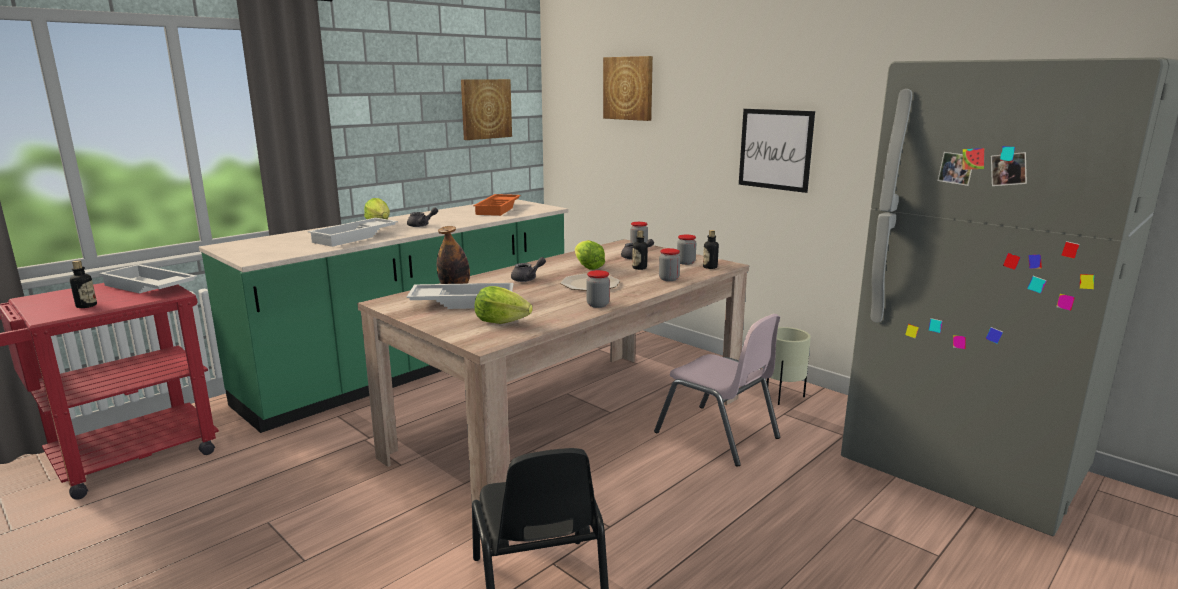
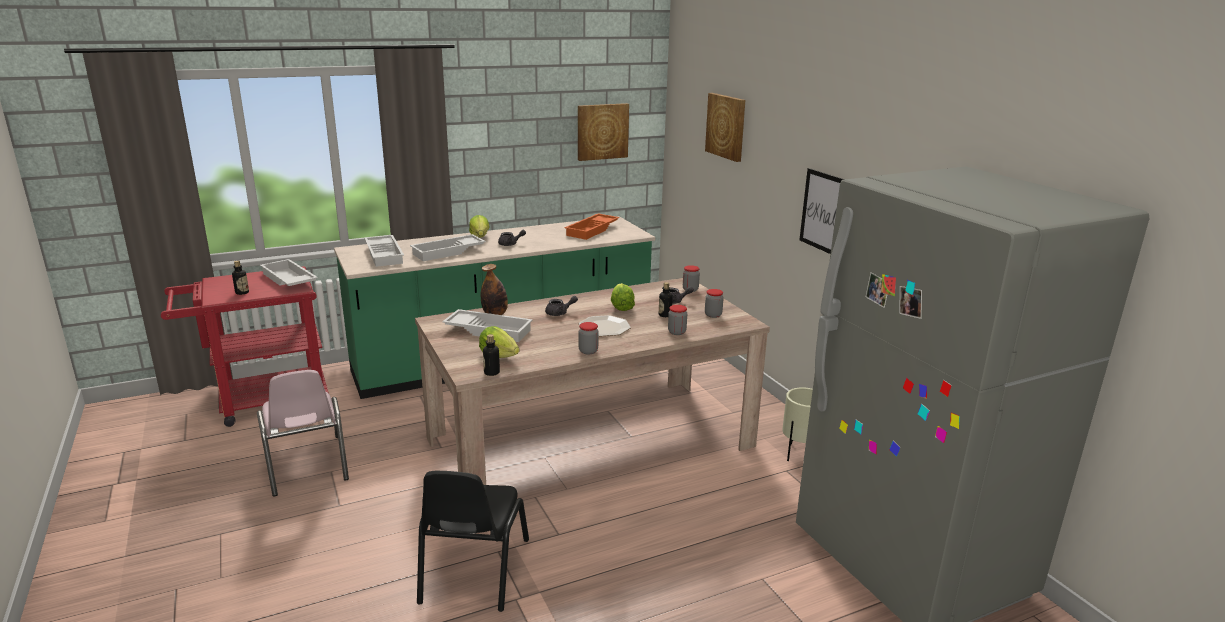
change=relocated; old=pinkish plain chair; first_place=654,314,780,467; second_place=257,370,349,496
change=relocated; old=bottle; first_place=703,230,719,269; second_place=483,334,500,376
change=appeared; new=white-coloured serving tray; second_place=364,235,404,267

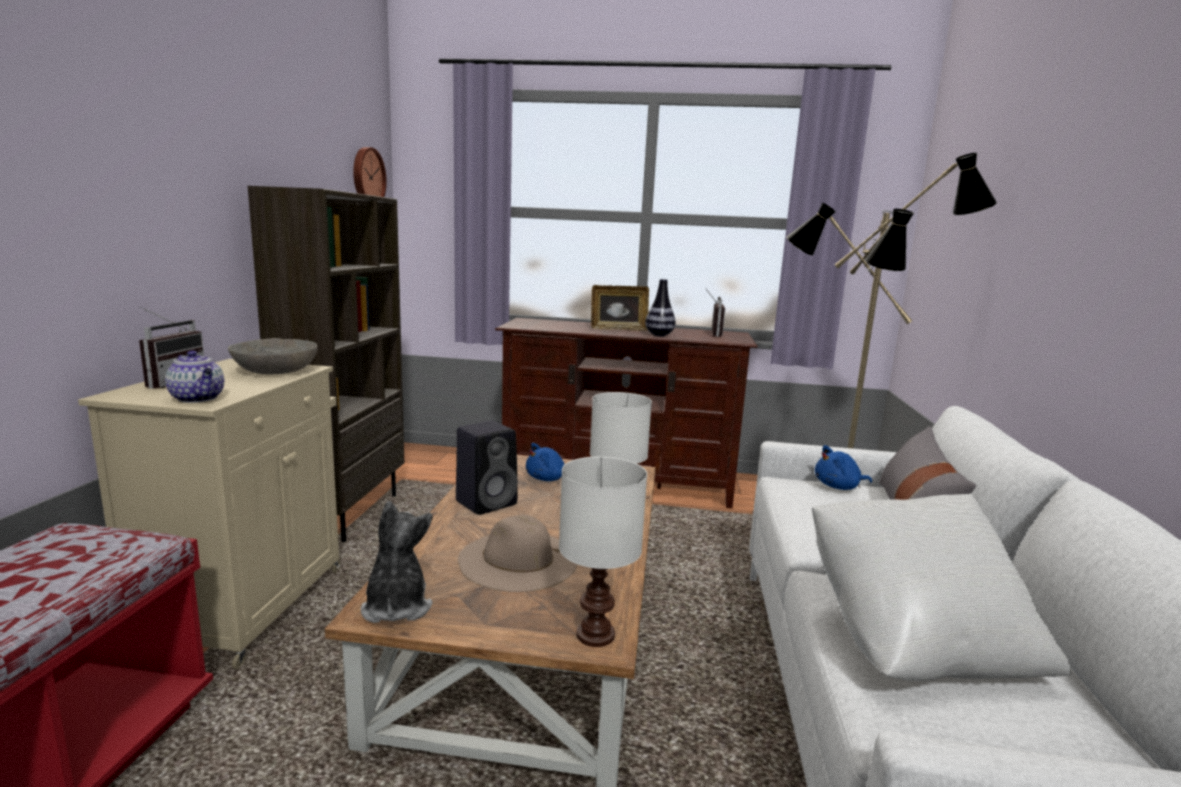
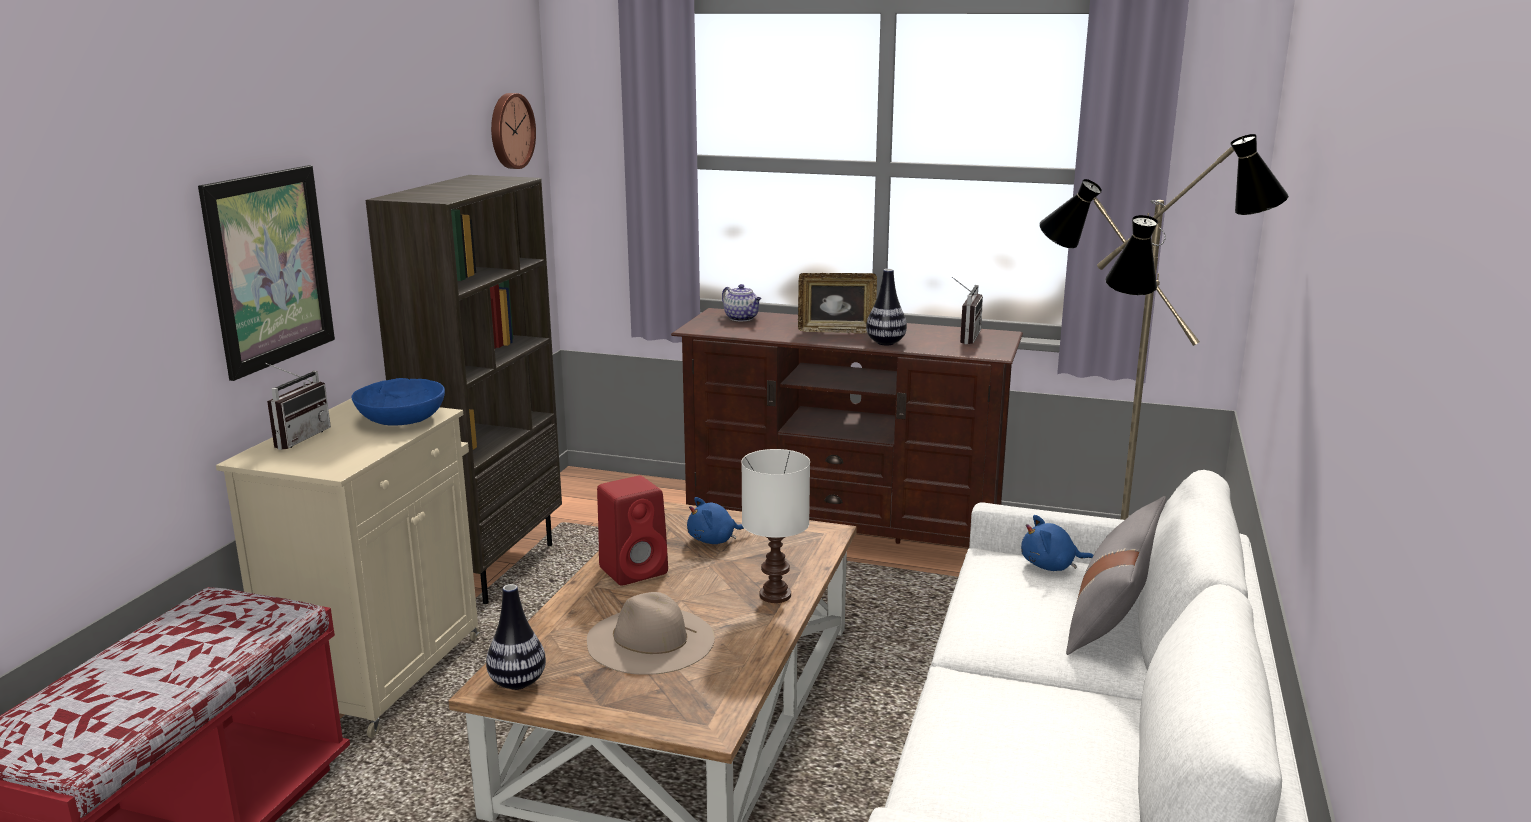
change=relocated; old=tea pot; first_place=165,351,225,403; second_place=722,284,762,321
change=colour; old=grey deep dish; new=blue deep dish; first_place=228,338,317,374; second_place=351,378,445,425
change=exchanged; old=cuddly toy; new=flower vase; first_place=360,501,433,623; second_place=486,584,546,690
change=colour; old=black speaker; new=red speaker; first_place=456,421,518,515; second_place=597,476,668,586
change=missing; old=white-coloured table lamp; first_place=559,457,647,647
change=missing; old=white-coloured pillow; first_place=812,494,1071,681
change=appeared; new=wall picture; second_place=198,165,335,381

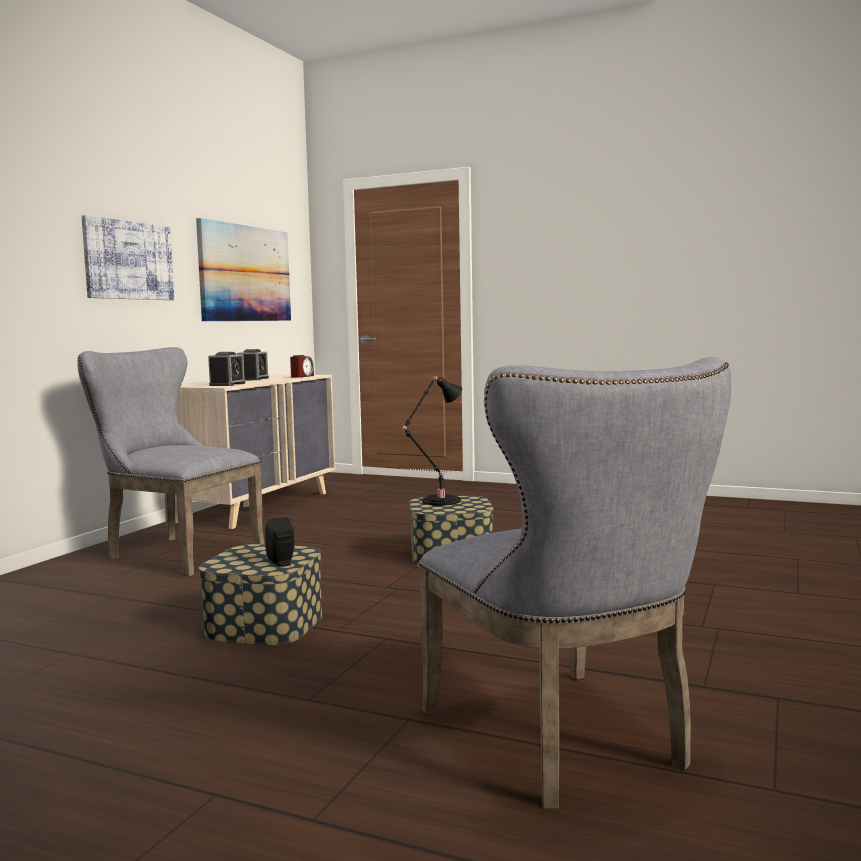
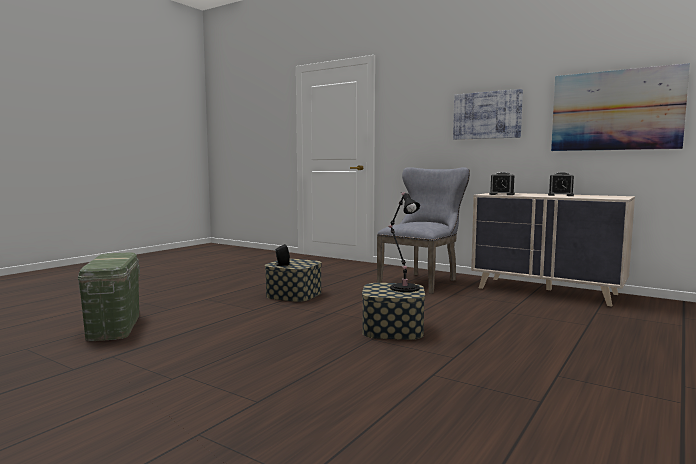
change=missing; old=bedside clock; first_place=290,355,314,377
change=exchanged; old=grey plain chair; new=green-coloured storage box; first_place=419,357,732,809; second_place=78,253,140,341

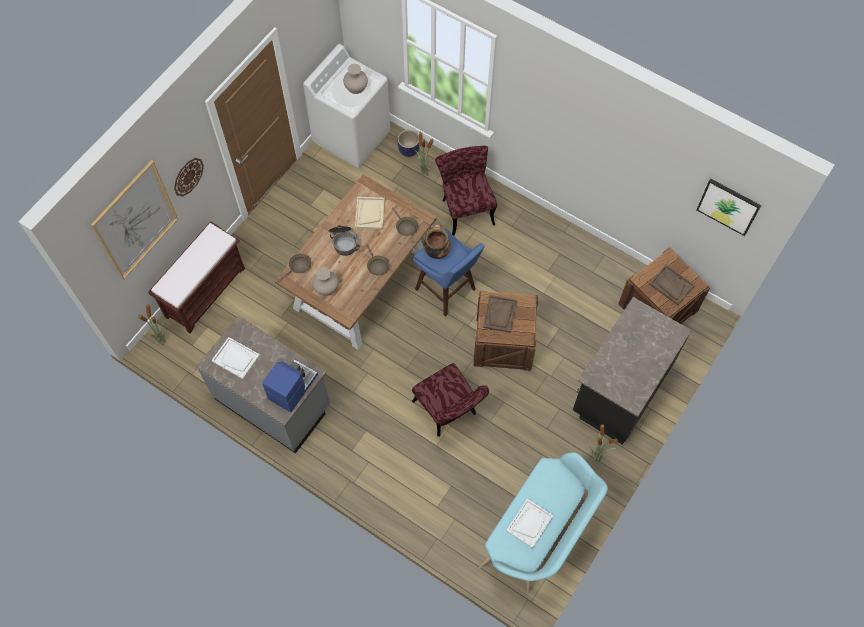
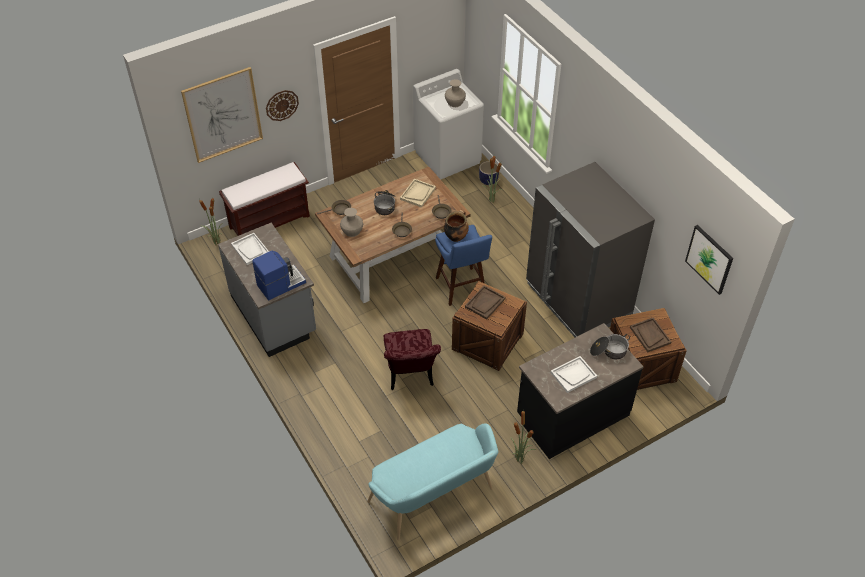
change=missing; old=red plain chair; first_place=435,146,497,236
change=relocated; old=white-coloured serving tray; first_place=506,499,554,549; second_place=551,356,597,393
change=appeared; new=grey refrigerator; second_place=526,162,655,337
change=appeared; new=cooking pot; second_place=590,334,630,359

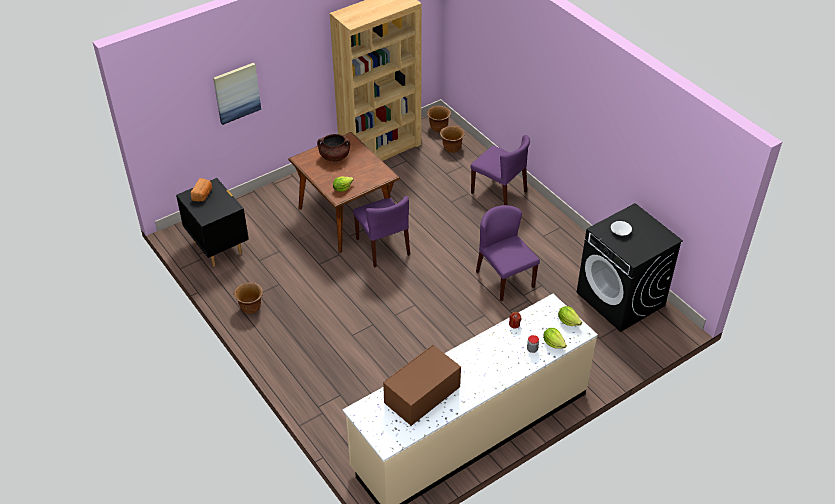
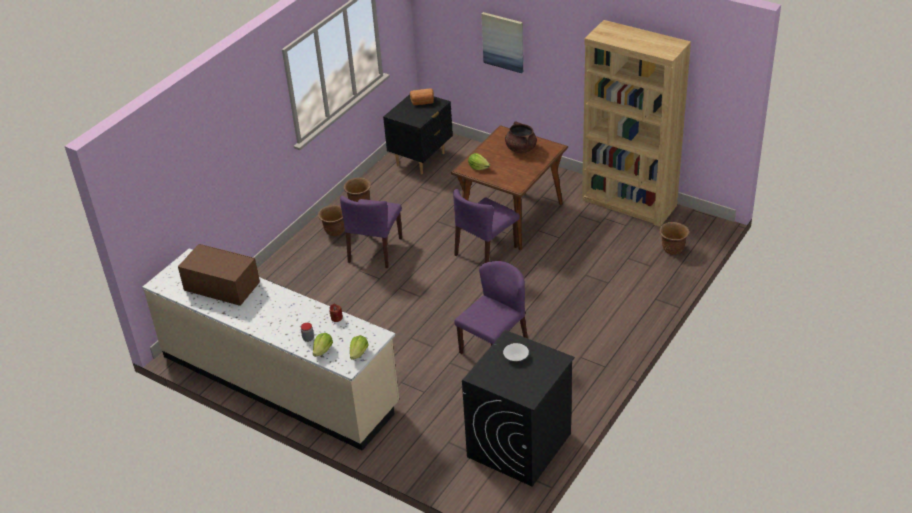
change=relocated; old=brownish plant pot; first_place=427,106,451,132; second_place=318,205,345,236
change=relocated; old=purplish plain chair; first_place=470,135,530,205; second_place=340,196,402,268

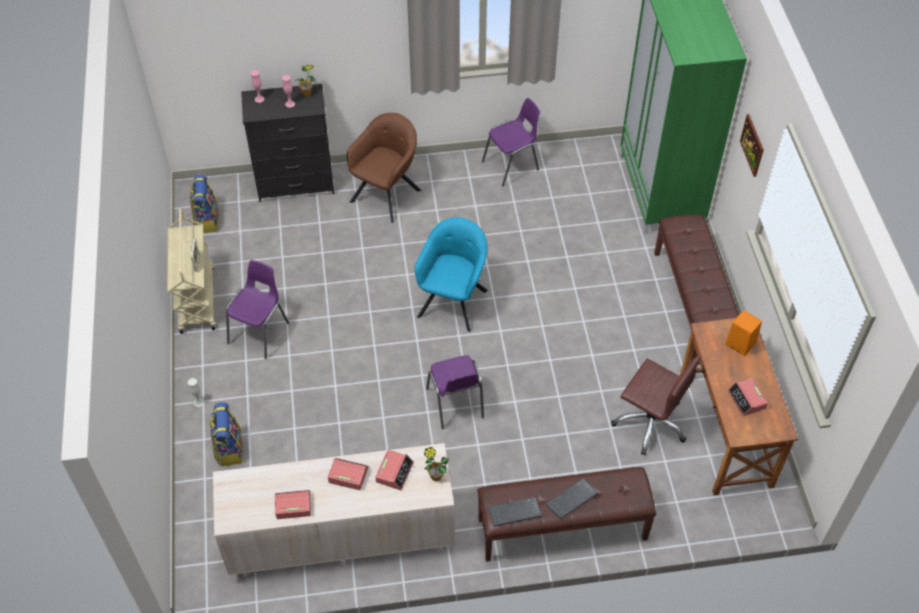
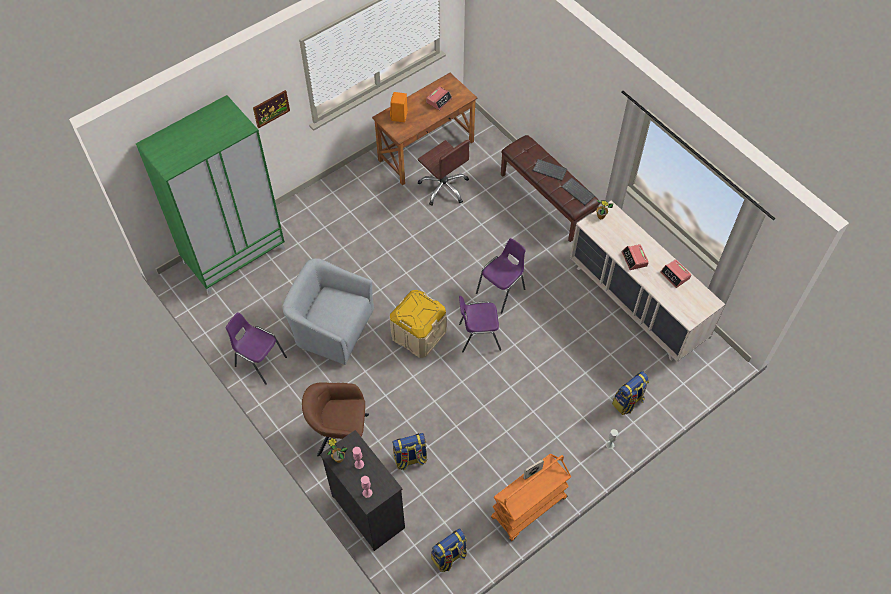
change=colour; old=beige-coloured wheeled cart; new=orange-coloured wheeled cart; first_place=168,208,215,334; second_place=491,454,571,541
change=relocated; old=purplish plain chair; first_place=226,260,289,359; second_place=459,296,501,352
change=missing; old=bedside clock; first_place=375,450,414,490
change=exchanged; old=turquoise-coloured lounge chair; new=beige-coloured storage box; first_place=415,217,488,332; second_place=389,290,447,358
change=spun; old=brownish desk chair; first_place=611,356,701,455; second_place=418,139,470,206; degrees=135
change=missing; old=brownish indoor bench; first_place=654,215,739,361
change=appeared; new=grey lounge chair; second_place=282,258,374,365
change=appeared; new=backpack; second_place=392,433,427,470

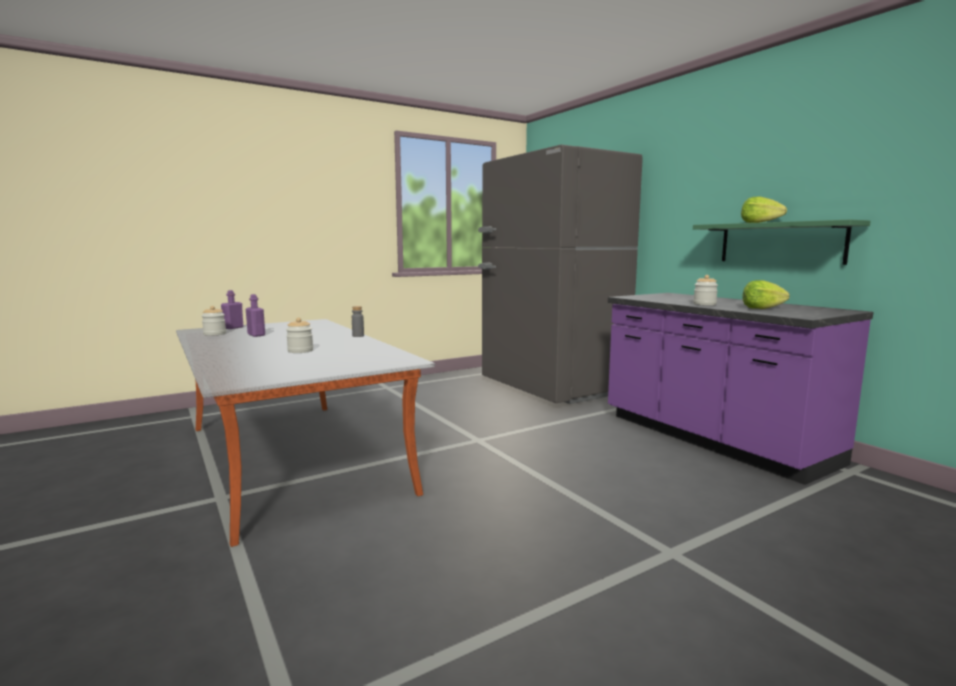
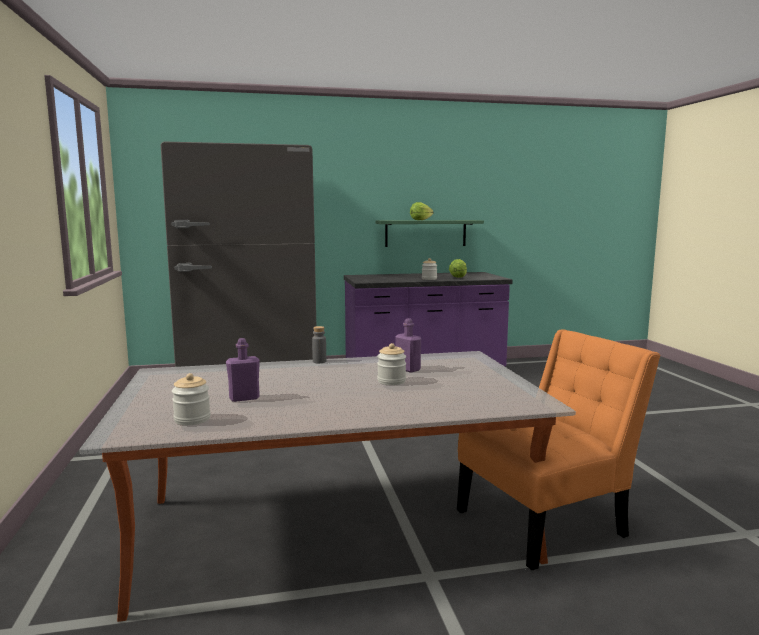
change=relocated; old=purplish bottle; first_place=221,290,243,329; second_place=395,318,421,372
change=appeared; new=orange-coloured plain chair; second_place=457,330,661,570

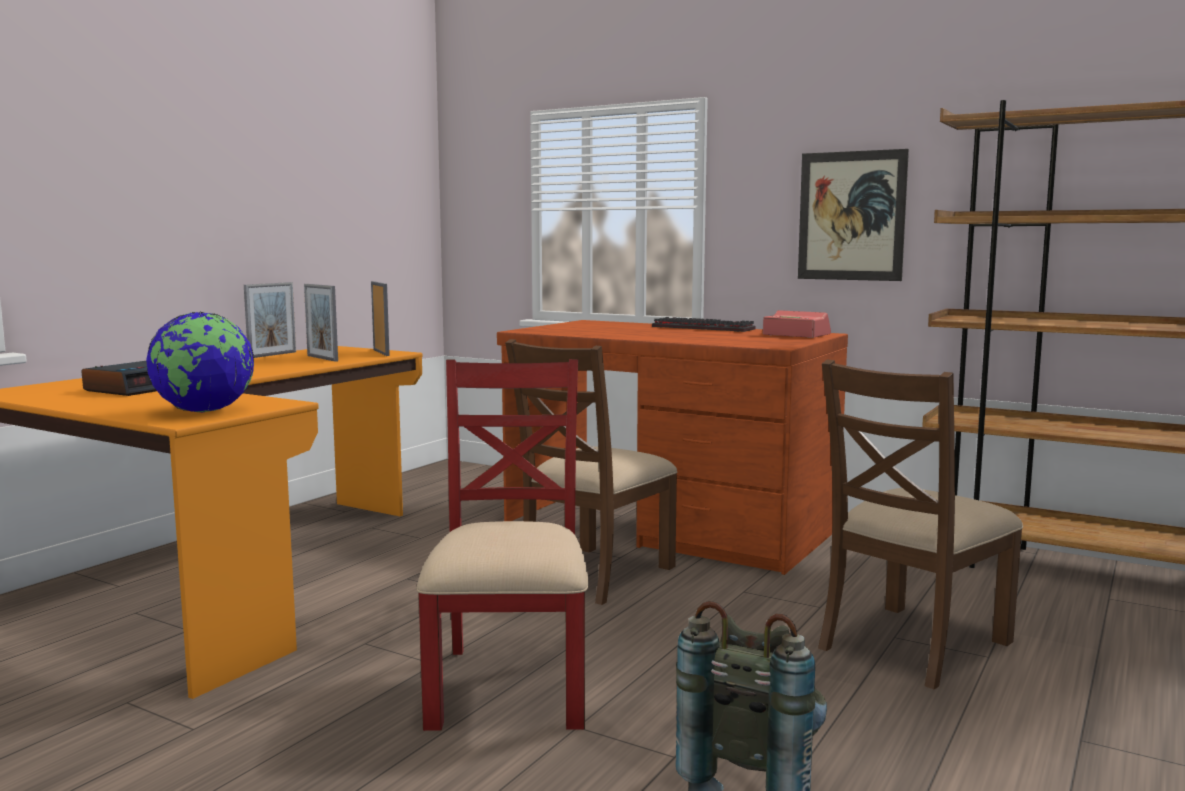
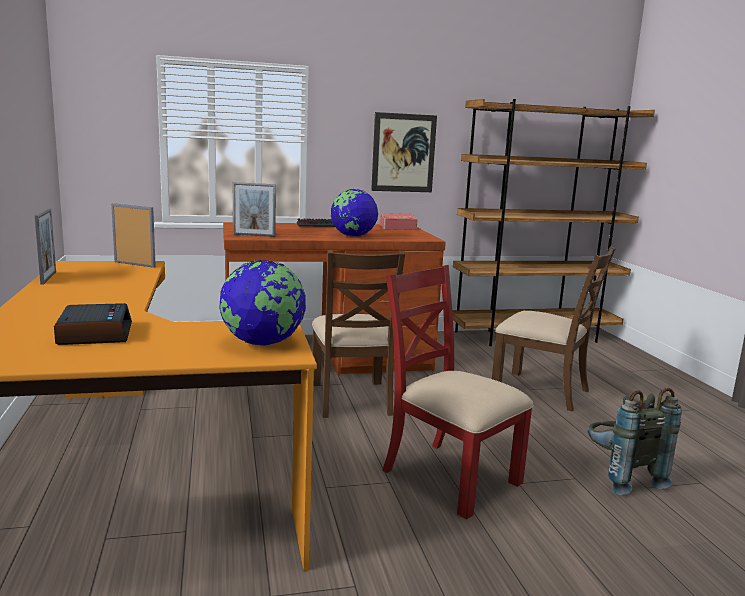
change=relocated; old=photo frame; first_place=304,284,338,362; second_place=233,182,276,237
change=spun; old=brownish plain chair; first_place=818,360,1023,689; second_place=492,246,616,412; degrees=-60
change=appeared; new=world globe; second_place=331,189,378,237

